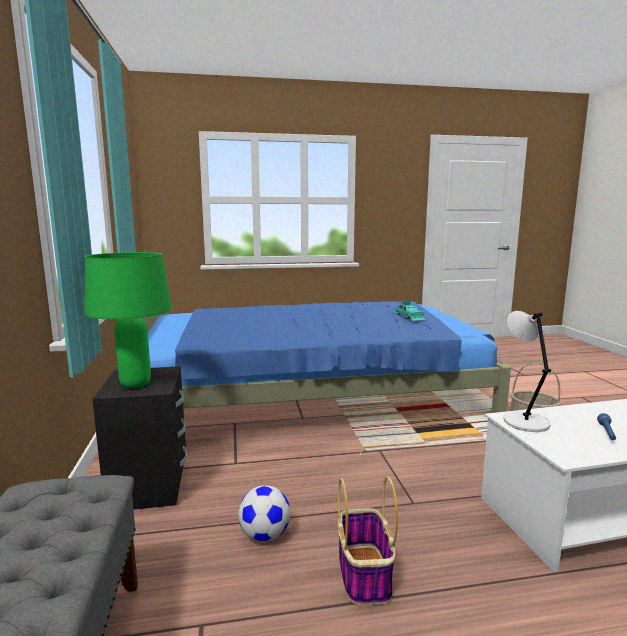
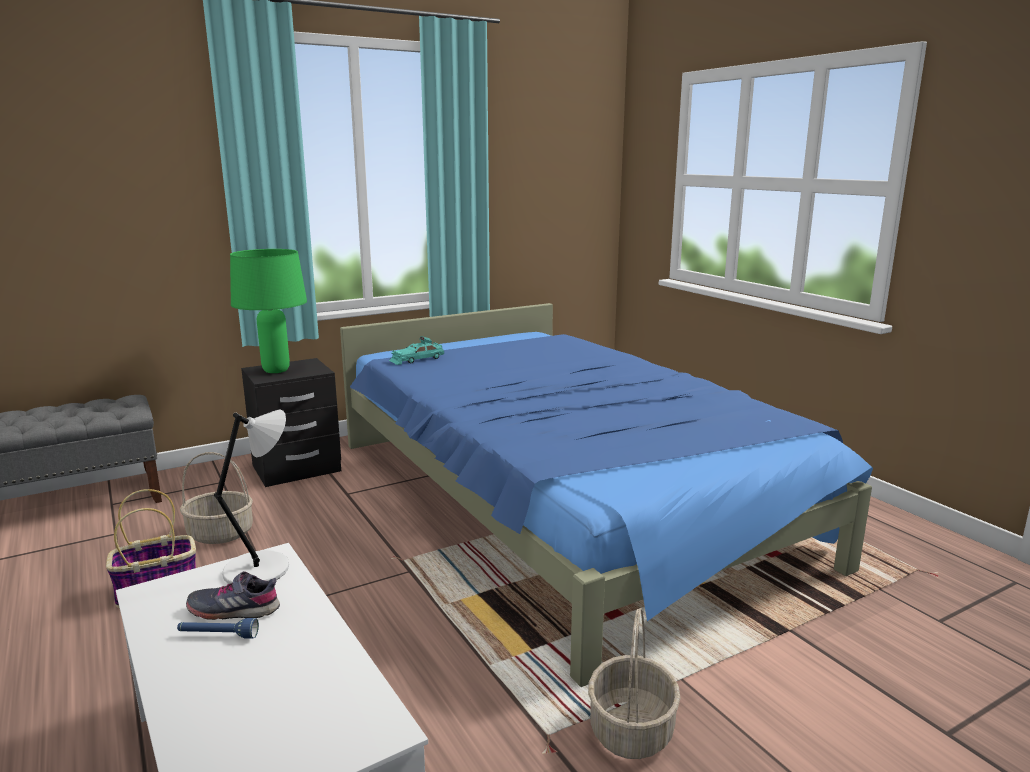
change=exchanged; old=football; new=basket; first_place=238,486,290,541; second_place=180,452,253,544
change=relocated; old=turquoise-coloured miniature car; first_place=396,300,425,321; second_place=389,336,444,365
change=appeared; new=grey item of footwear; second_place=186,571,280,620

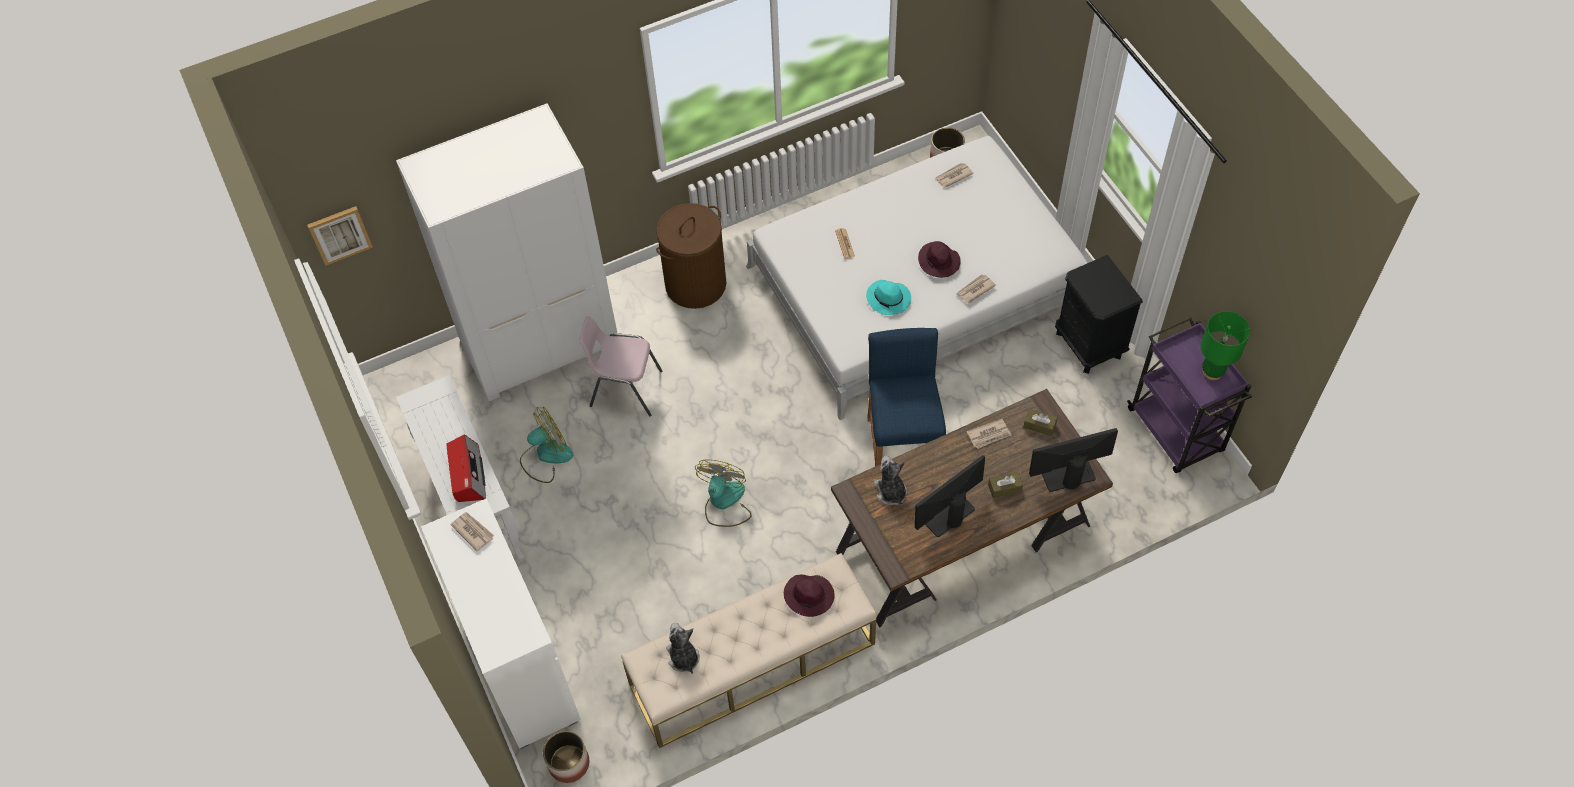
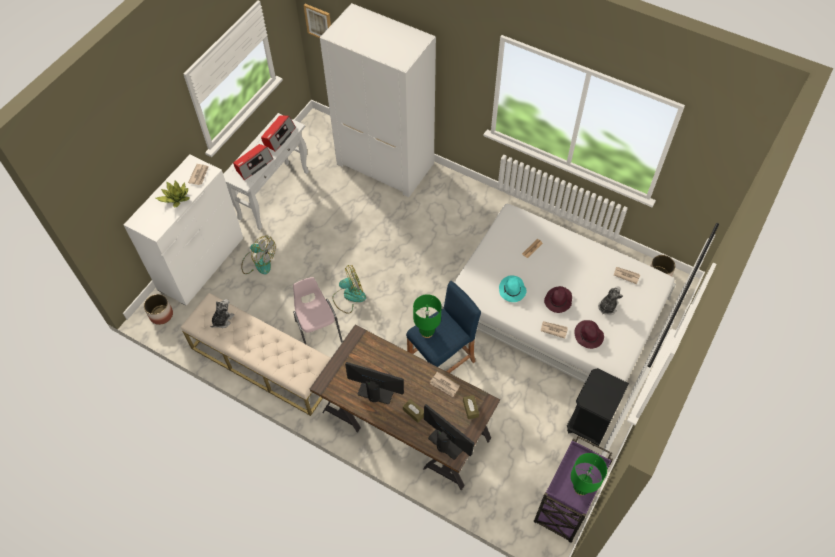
change=relocated; old=fan; first_place=520,407,573,483; second_place=241,236,275,275
change=relocated; old=pinkish plain chair; first_place=579,316,662,416; second_place=293,277,343,345
change=missing; old=brownish laundry basket; first_place=656,203,726,309
change=relocated; old=purplish wearable hat; first_place=784,575,835,617; second_place=574,320,604,349
change=relocated; old=cuddly toy; first_place=874,456,907,506; second_place=598,286,623,315
change=appeared; new=houseplant; second_place=156,180,190,207
change=appeared; new=radio; second_place=261,115,296,152
change=appeared; new=green-coloured table lamp; second_place=413,294,441,338

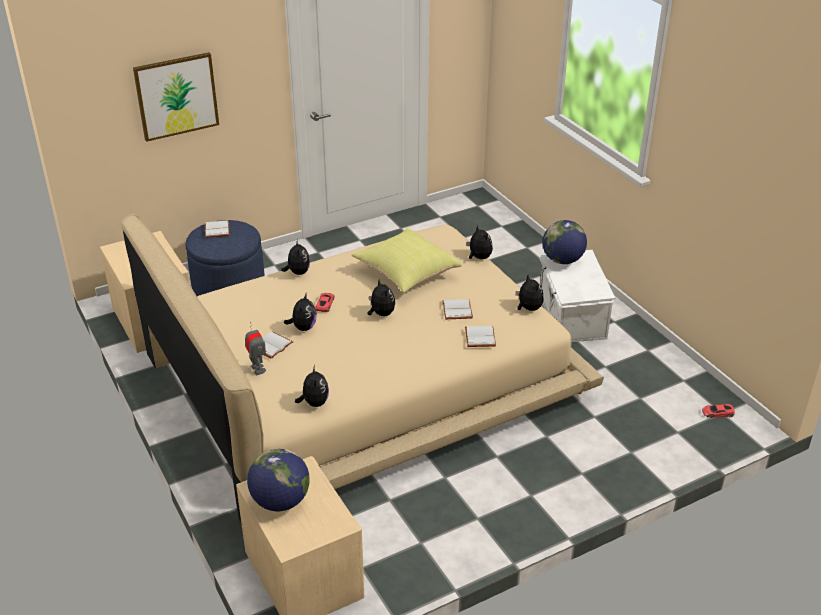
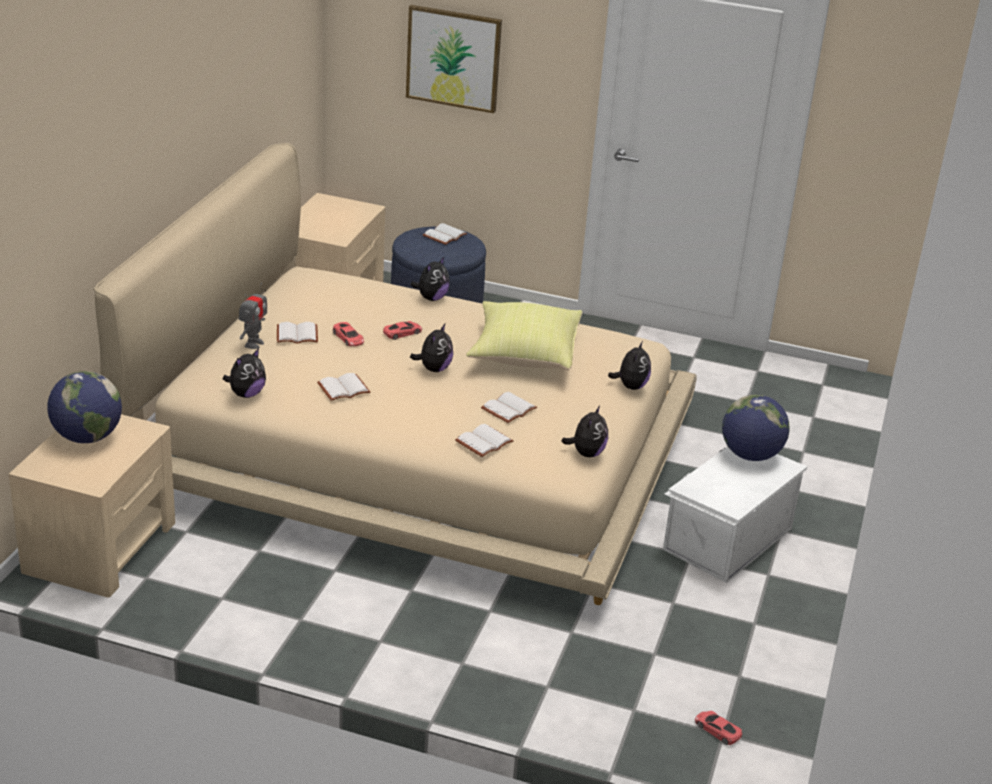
change=exchanged; old=cuddly toy; new=red miniature car; first_place=284,292,317,331; second_place=333,322,364,346
change=appeared; new=white-coloured bound book; second_place=317,373,371,401

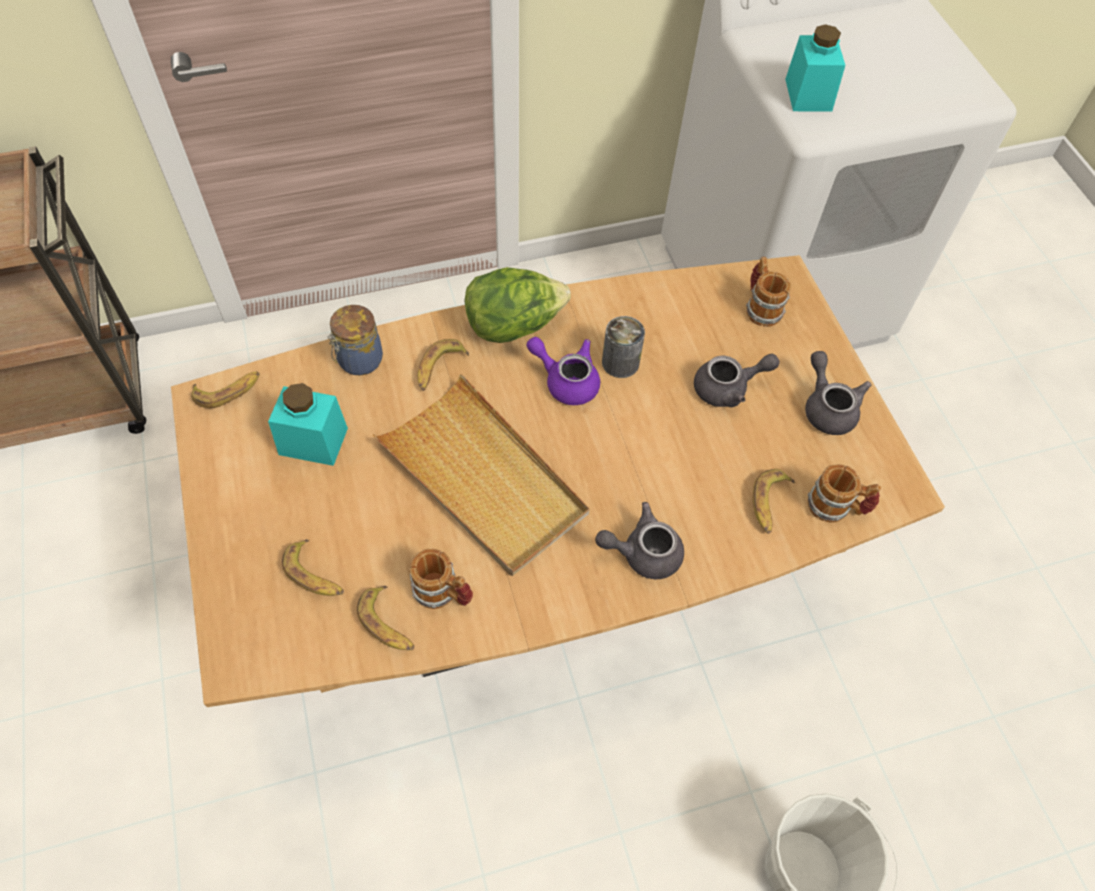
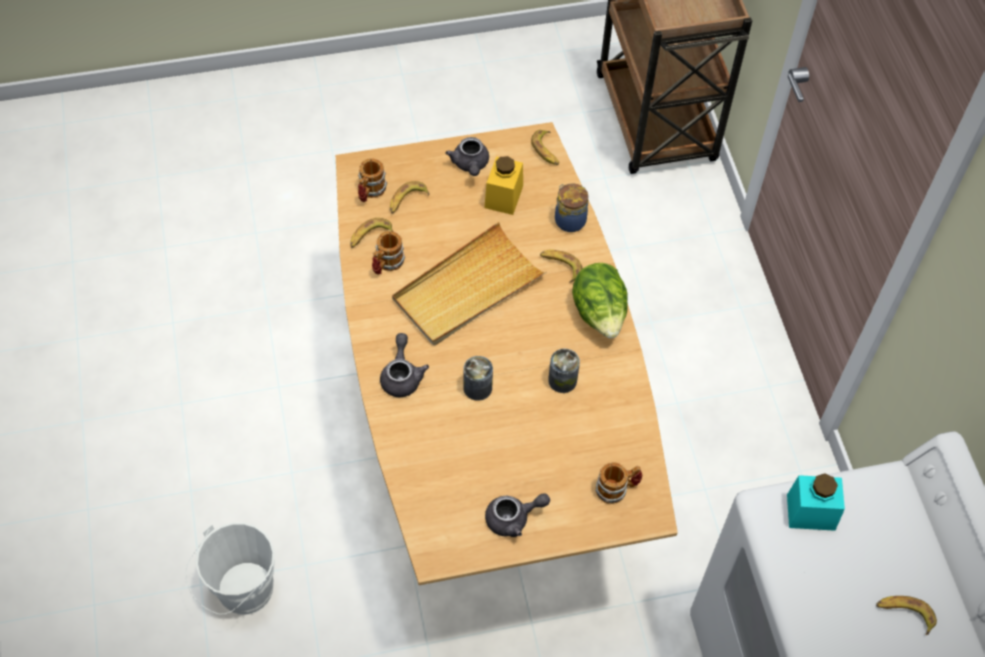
change=colour; old=turquoise-coloured storage jar; new=yellowish storage jar; first_place=268,383,348,466; second_place=484,156,523,215
change=missing; old=purplish tea pot; first_place=527,337,600,405
change=relocated; old=grey tea pot; first_place=694,354,779,407; second_place=445,137,489,176
change=relocated; old=banana fruit; first_place=753,469,795,534; second_place=876,596,937,635
change=relocated; old=mug; first_place=808,464,881,523; second_place=358,158,387,202
change=appeared; new=can; second_place=463,356,493,401

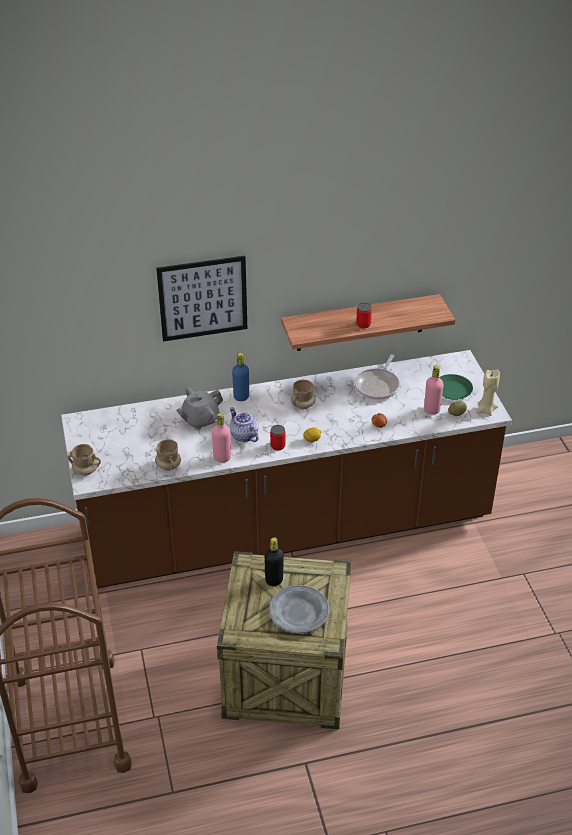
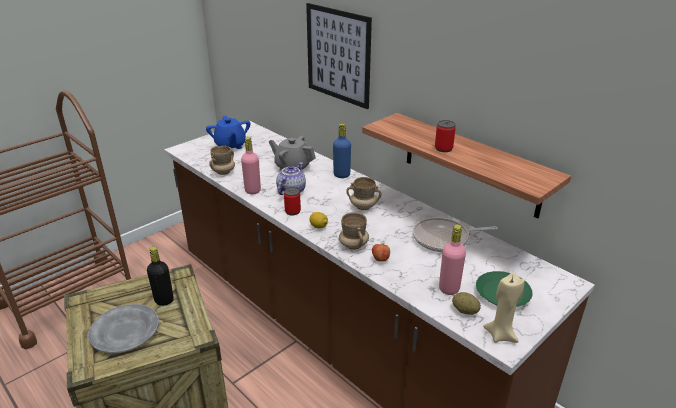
change=relocated; old=beige-coloured mug; first_place=68,444,101,476; second_place=339,213,369,250
change=appeared; new=blue tea pot; second_place=206,115,250,149

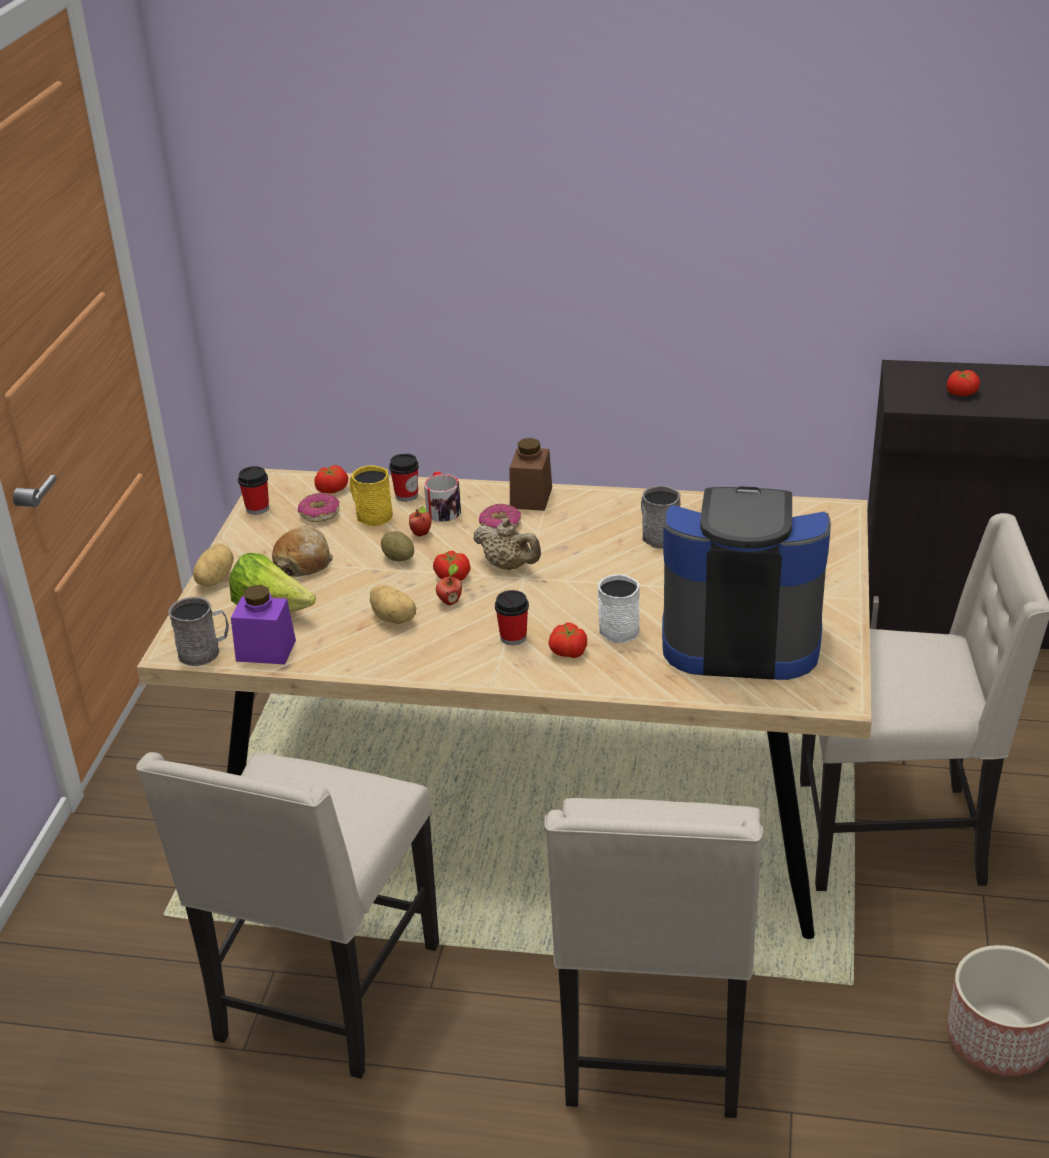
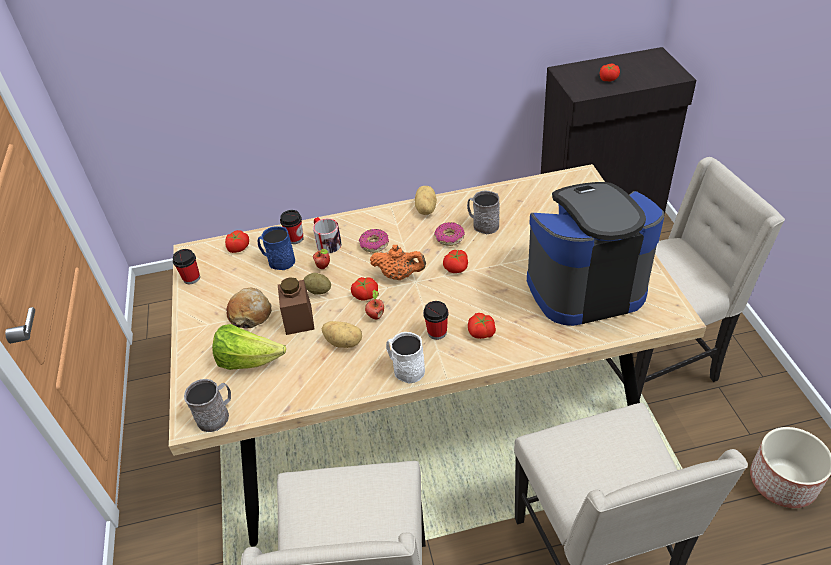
change=relocated; old=potato; first_place=193,544,234,587; second_place=415,186,437,215
change=missing; old=purplish storage jar; first_place=231,585,296,664
change=relocated; old=donut; first_place=298,493,339,522; second_place=434,222,465,246
change=colour; old=yellowish mug; new=blue mug; first_place=350,465,393,526; second_place=258,226,295,270
change=colour; old=beige-coloured tea pot; new=orange-coloured tea pot; first_place=473,518,541,570; second_place=370,245,426,280
change=relocated; old=brownish storage jar; first_place=510,438,552,511; second_place=278,277,315,335
change=relocated; old=white-coloured mug; first_place=598,574,640,643; second_place=386,332,425,383
change=appeared; new=tomato; second_place=443,250,468,273

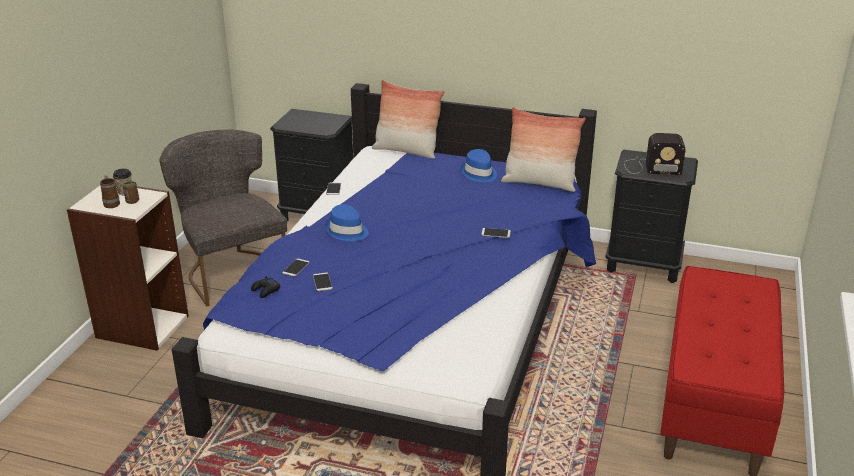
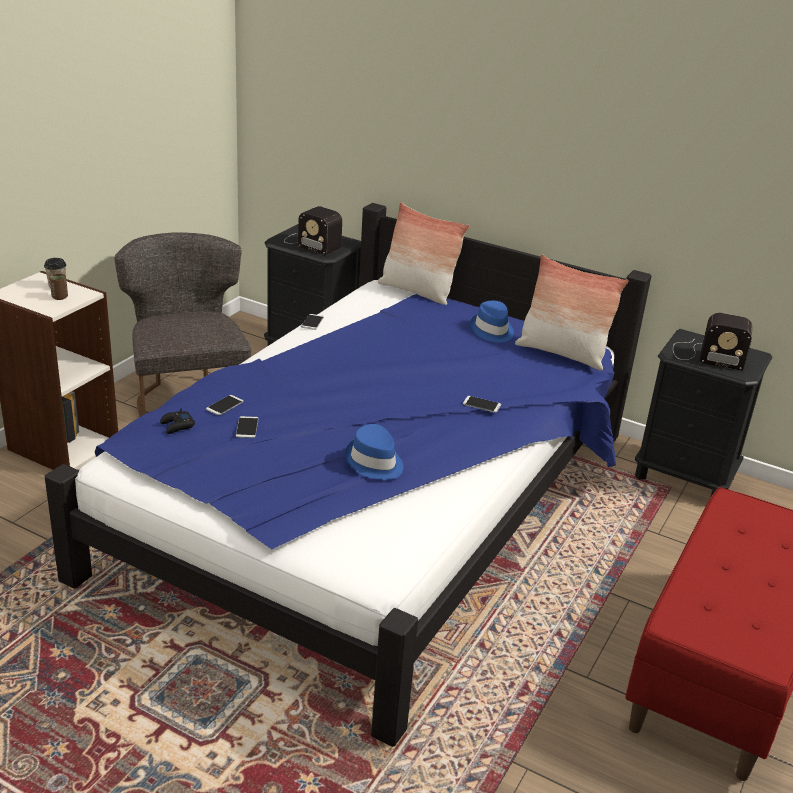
change=missing; old=mug; first_place=100,175,120,208
change=relocated; old=blue wearable hat; first_place=325,204,368,241; second_place=345,424,404,480
change=appeared; new=radio; second_place=284,206,342,255

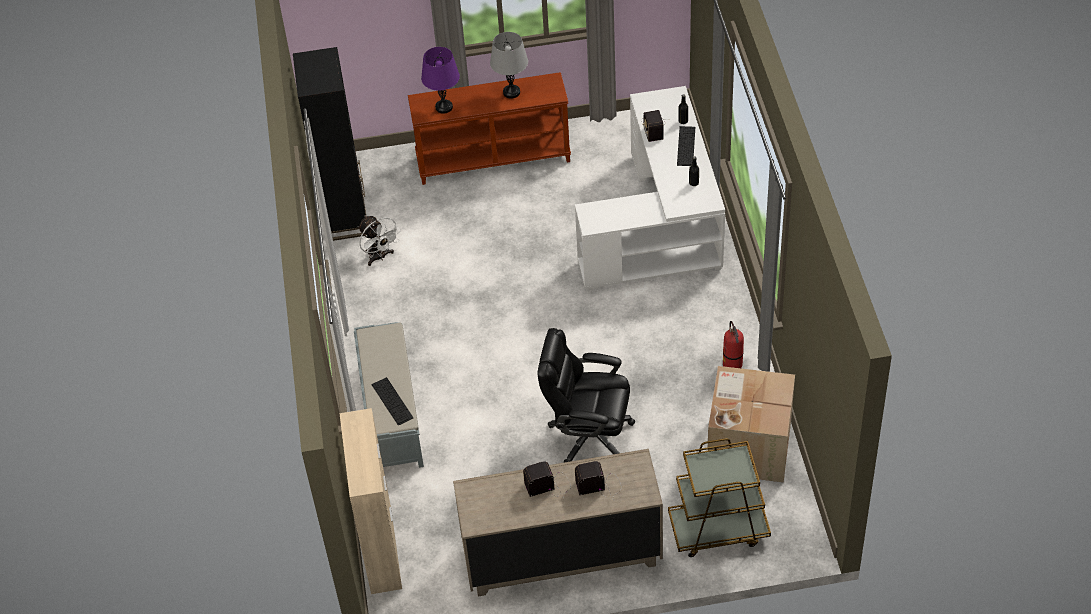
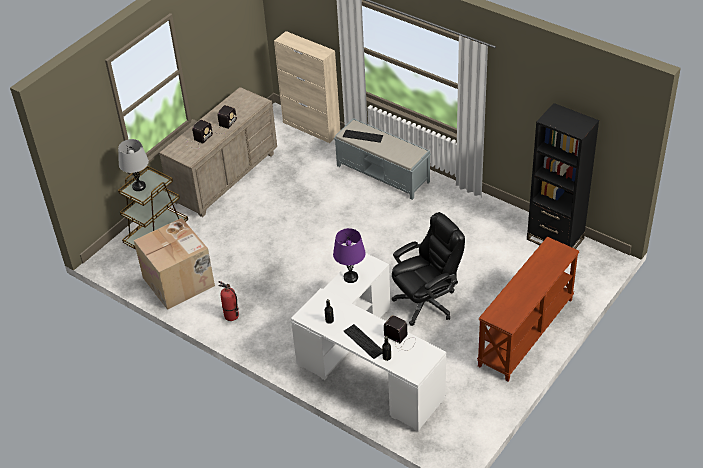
change=missing; old=white-coloured fan; first_place=358,216,401,266
change=relocated; old=purplish table lamp; first_place=421,47,460,114; second_place=333,228,366,283
change=relocated; old=grey table lamp; first_place=490,32,528,98; second_place=118,139,149,191
change=relocated; old=black desk chair; first_place=538,328,635,463; second_place=392,212,465,326

